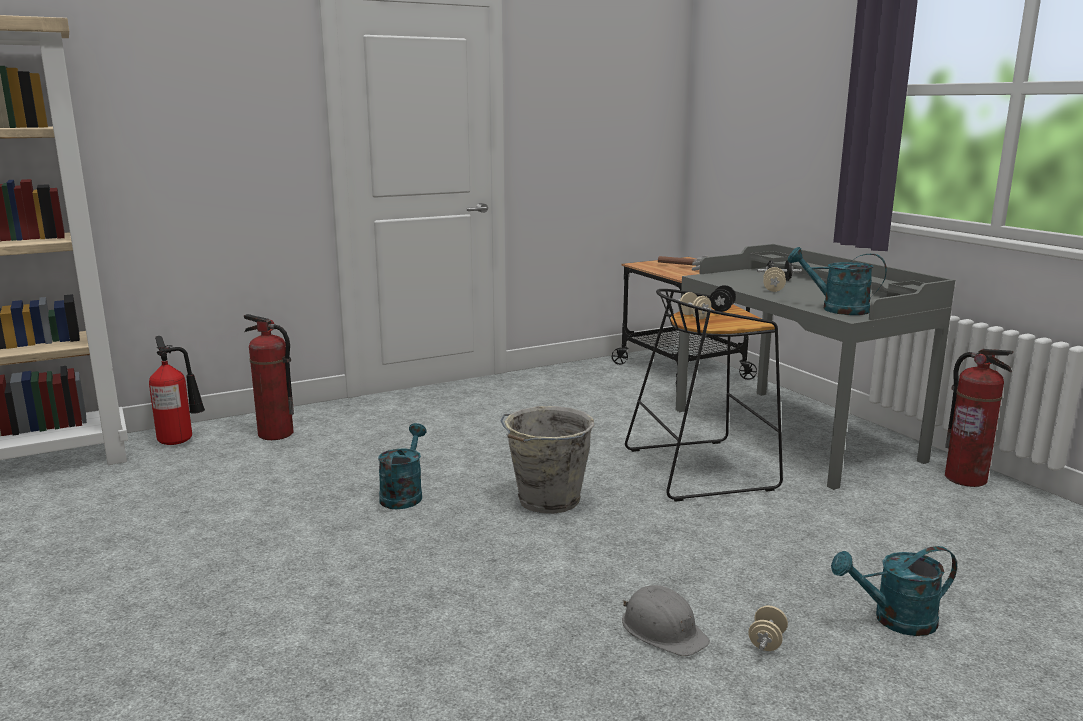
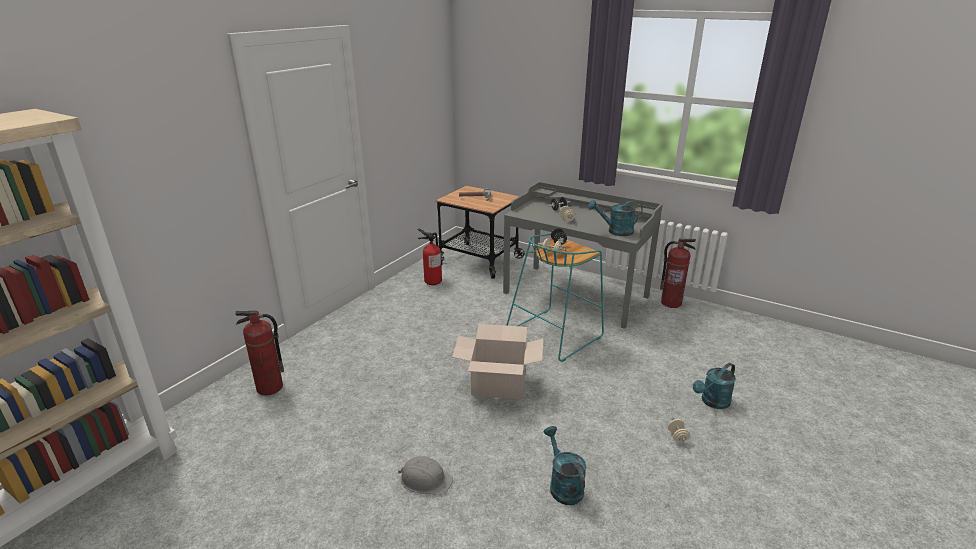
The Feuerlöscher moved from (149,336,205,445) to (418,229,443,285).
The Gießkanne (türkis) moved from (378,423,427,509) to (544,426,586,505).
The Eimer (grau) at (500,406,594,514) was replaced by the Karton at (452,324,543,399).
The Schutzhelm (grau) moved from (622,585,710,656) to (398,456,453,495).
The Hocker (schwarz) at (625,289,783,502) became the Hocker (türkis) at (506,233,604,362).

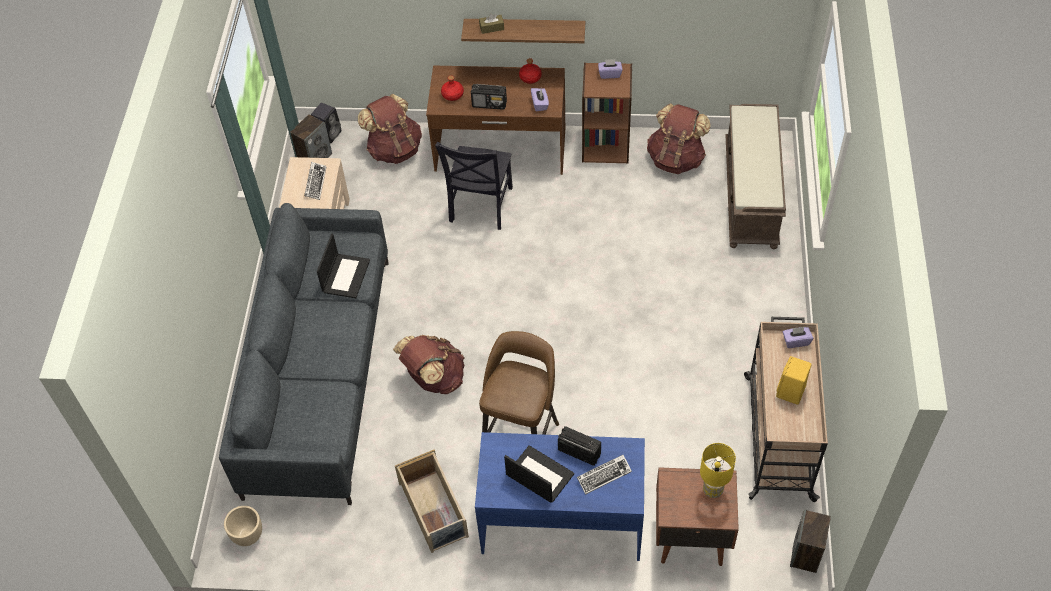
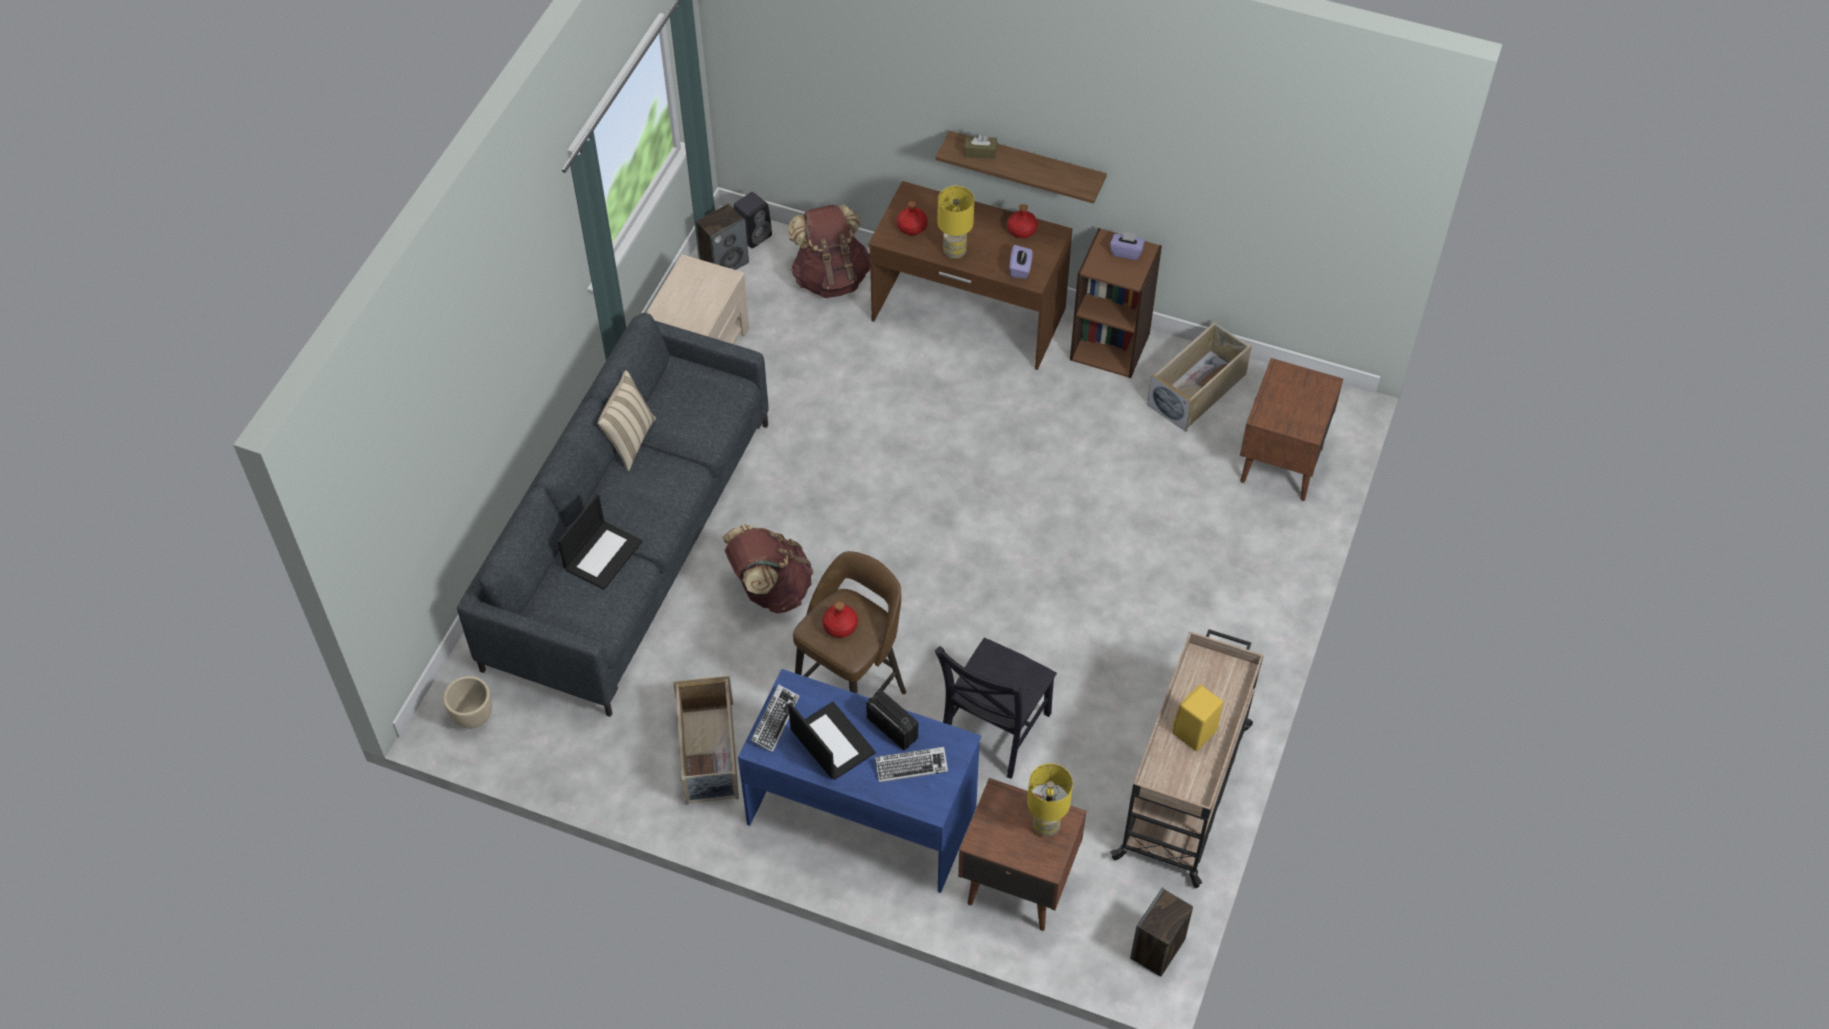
The Tastatur moved from (304,162,326,200) to (751,684,800,753).
The Laptop moved from (317,234,370,298) to (558,494,643,590).
The Stuhl (schwarz) moved from (435,142,513,230) to (935,638,1057,779).
The Radio at (471,84,507,110) was replaced by the Tischlampe (gelb) at (937,186,974,259).
The Rucksack (braun) at (647,104,711,174) was replaced by the Aufbewahrungsbox (beige) at (1147,322,1252,432).
The Bank (braun) at (725,104,786,249) was replaced by the Nachttisch (braun) at (1240,358,1343,501).
The Taschentuchbox (lila) at (783,327,813,348) disappeared.
The Kissen (beige) at (597,370,656,471) appeared.
The Flasche (rot) at (822,601,858,638) appeared.

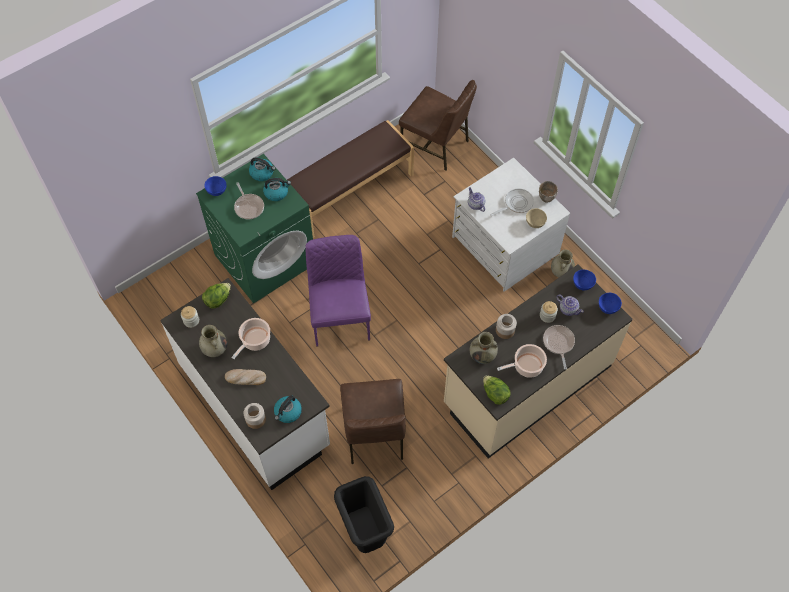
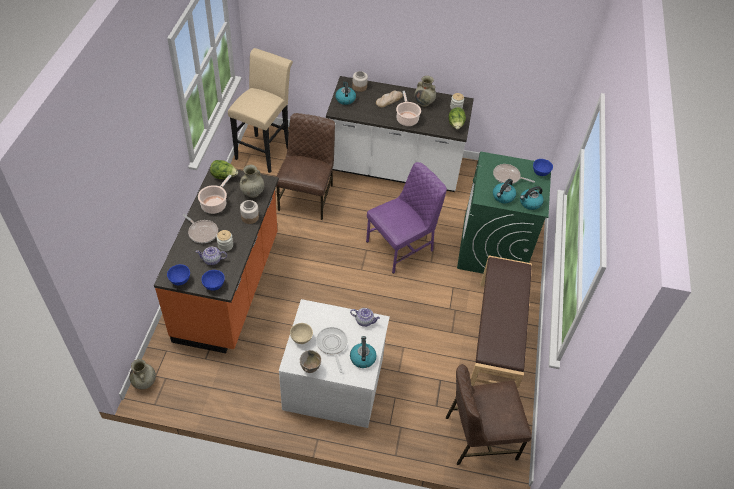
The Stuhl (lila) at (305,235,371,347) turned 75 degrees counterclockwise.
The Mülleimer (schwarz) at (334,476,394,553) was replaced by the Hocker (beige) at (228,48,293,173).
The Stuhl (braun) at (340,379,406,464) turned 60 degrees clockwise.
The Küchenzeile (beige) at (444,265,633,459) became the Küchenzeile (orange) at (154,168,279,353).
The Pfanne at (490,188,534,216) turned 150 degrees clockwise.
The Vase (beige) moved from (551,250,575,278) to (129,359,156,389).
The Wasserkessel at (350,336,377,368) appeared.

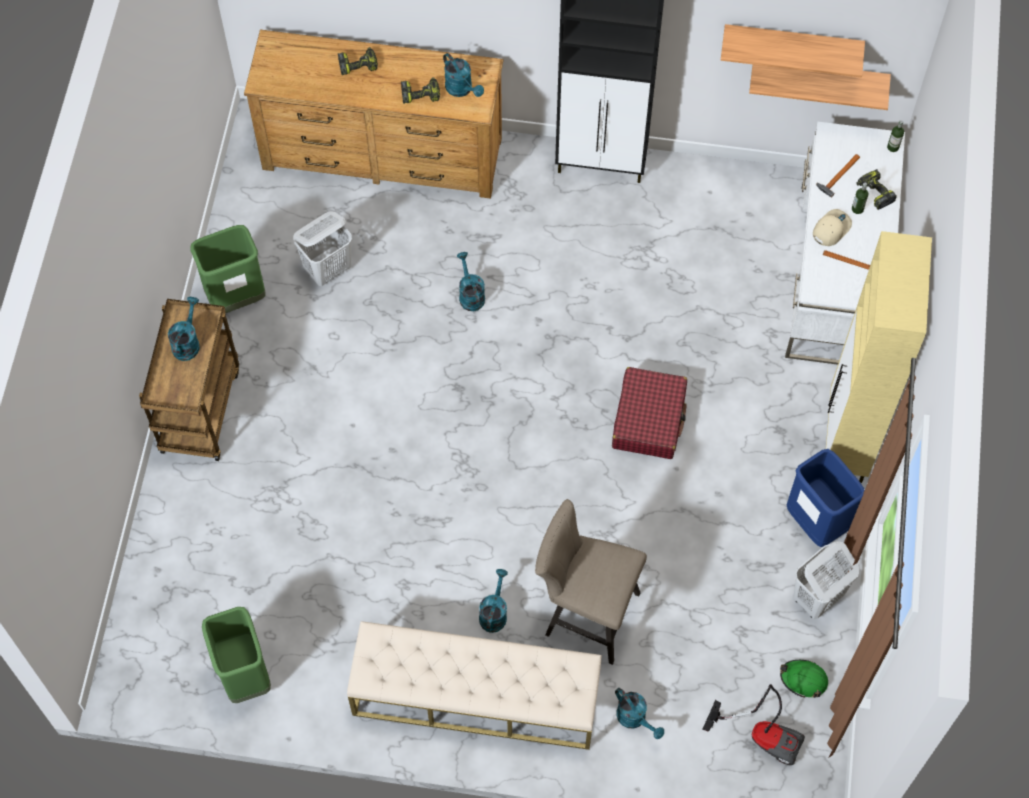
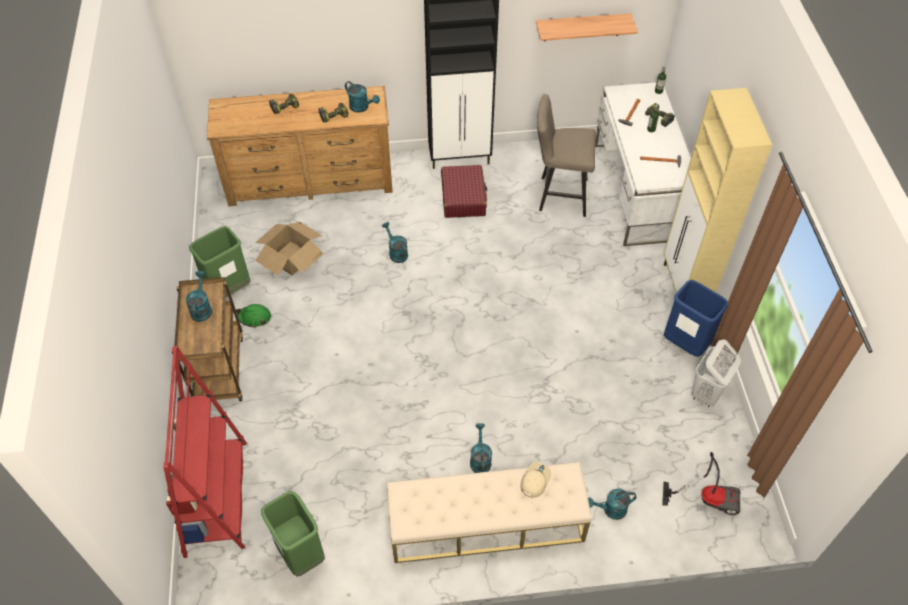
The Wäschekorb (weiß) at (293,212,352,286) was replaced by the Karton at (255,222,324,276).
The Hocker (beige) moved from (535,499,647,665) to (537,94,596,217).
The Koffer (rot) moved from (612,367,687,459) to (441,165,488,218).
The Gießkanne (türkis) at (615,688,664,739) turned 135 degrees clockwise.
The Wandregal at (749,64,891,110) disappeared.
The Schutzhelm (grün) moved from (780,660,828,698) to (236,304,271,328).
The Kappe (beige) moved from (813,209,852,246) to (521,462,551,498).
The Bücherregal (rot) at (163,346,247,558) appeared.

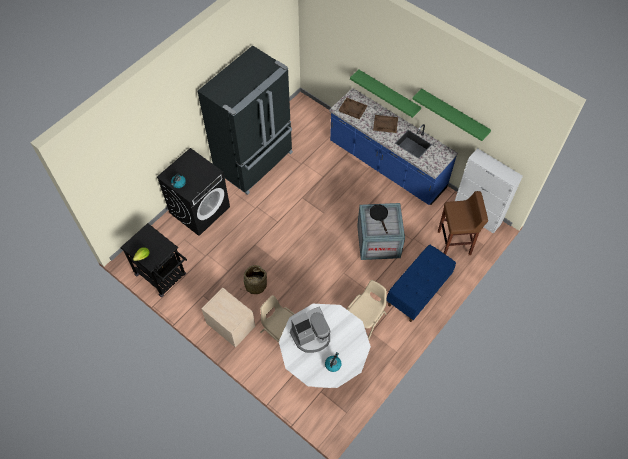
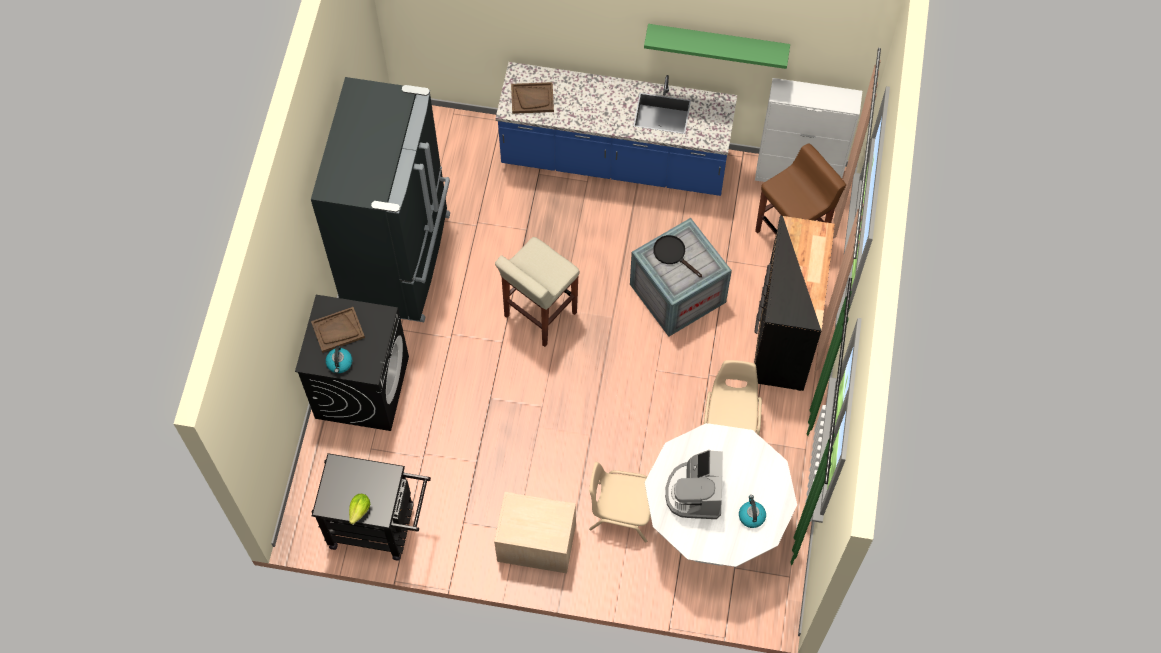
The Korb at (242,265,267,294) disappeared.
The Kaffeemaschine at (290,307,330,353) turned 150 degrees clockwise.
The Wandregal (grün) at (350,70,422,118) disappeared.
The Tablett (braun) moved from (373,115,398,133) to (311,307,365,353).
The Bank (blau) at (386,244,456,322) was replaced by the Kommode (schwarz) at (754,216,835,391).
The Hocker (beige) at (495,237,580,347) appeared.

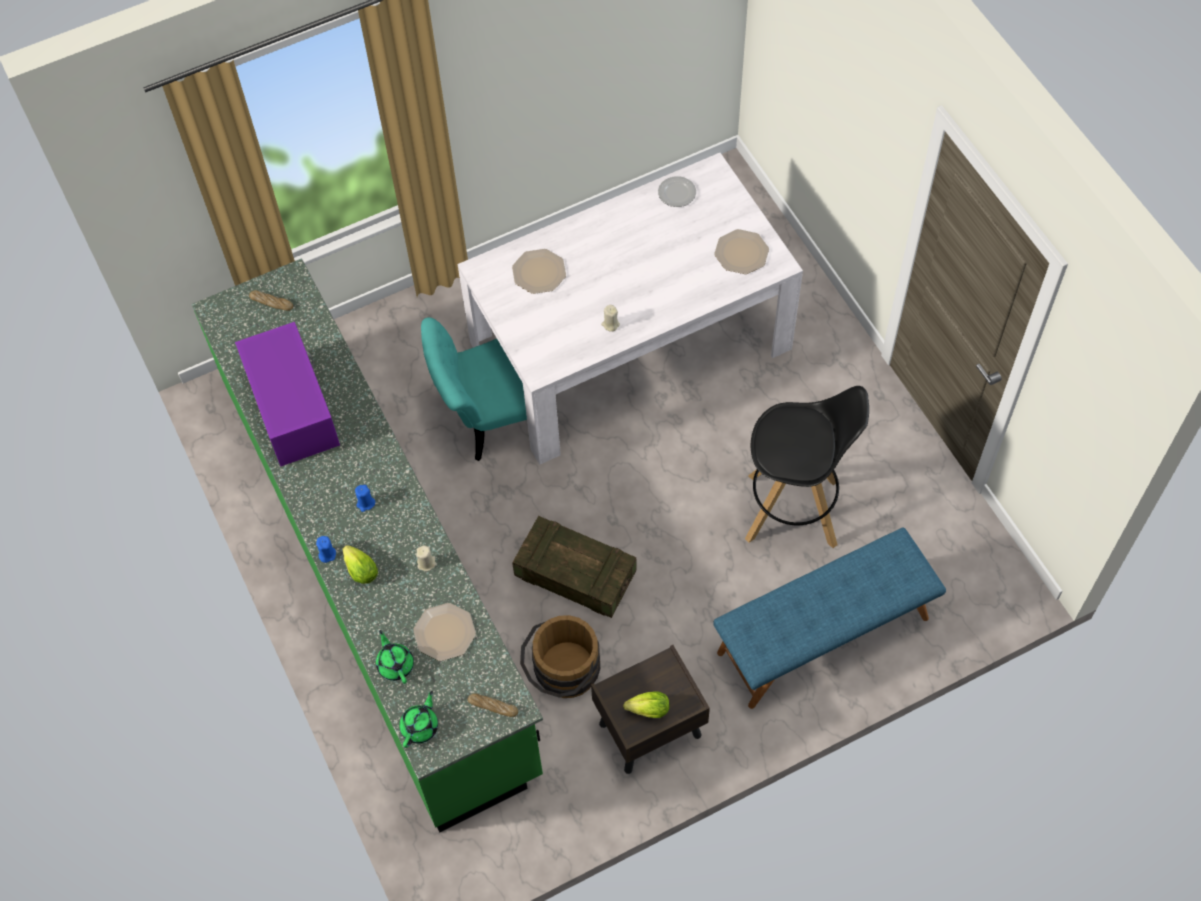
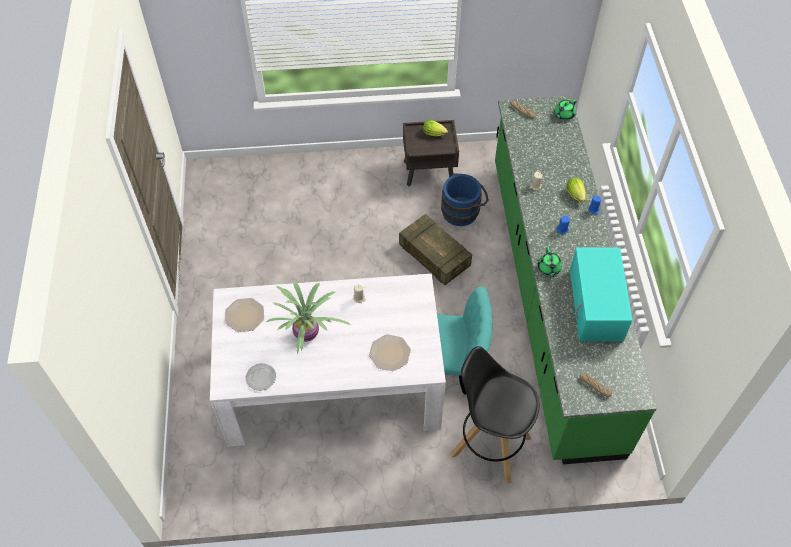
The Mikrowelle (lila) at (235,322,340,466) became the Mikrowelle (türkis) at (570,247,633,341).
The Teekanne (grün) moved from (376,630,414,684) to (538,247,562,277).
The Teller at (413,603,476,661) disappeared.
The Eimer (braun) at (520,615,600,698) became the Eimer (blau) at (441,173,489,226).
The Bank (blau) at (713,527,946,709) disappeared.
The Hocker (schwarz) moved from (745,386,869,548) to (450,346,539,484).
The Topfpflanze at (266,282,351,355) appeared.

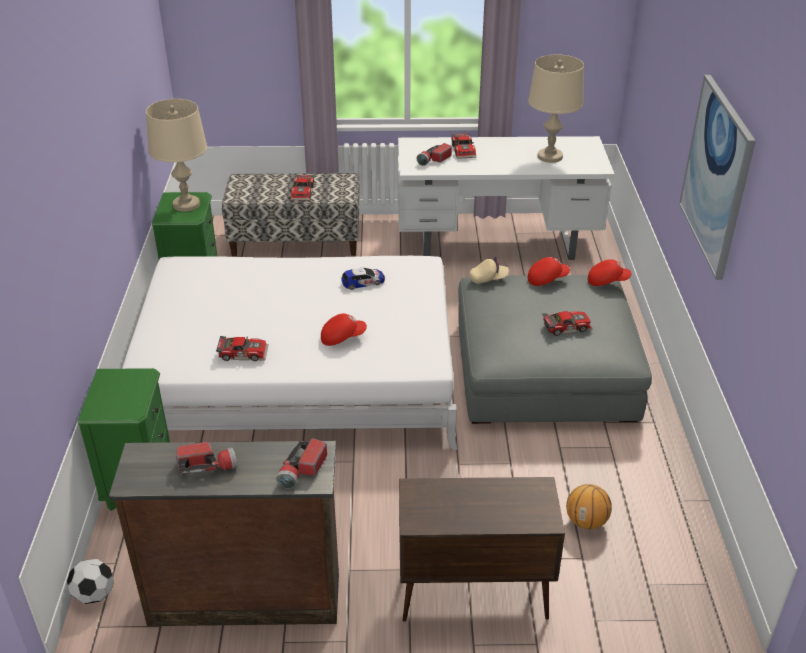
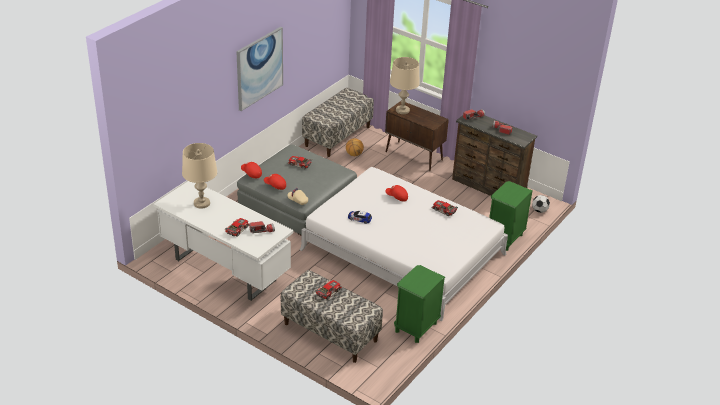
The Tischlampe (beige) moved from (146,99,207,212) to (390,57,420,114).
The Bank at (302,88,374,157) appeared.

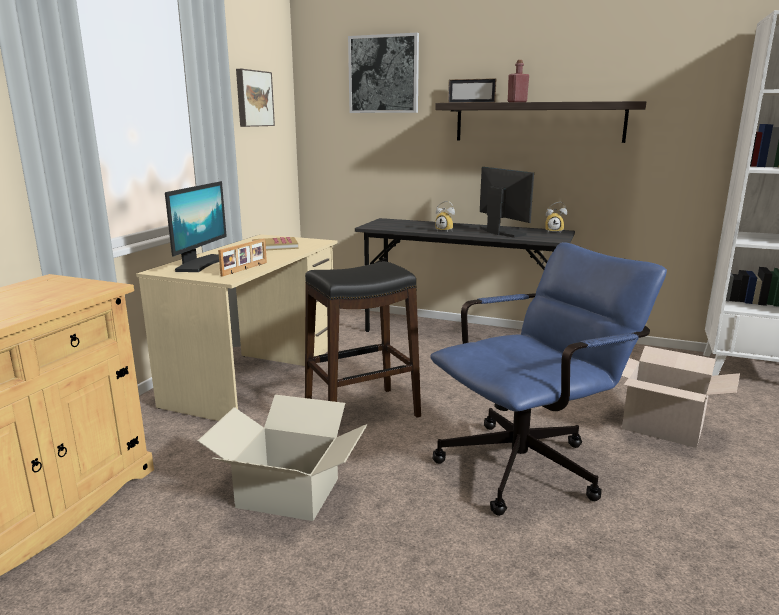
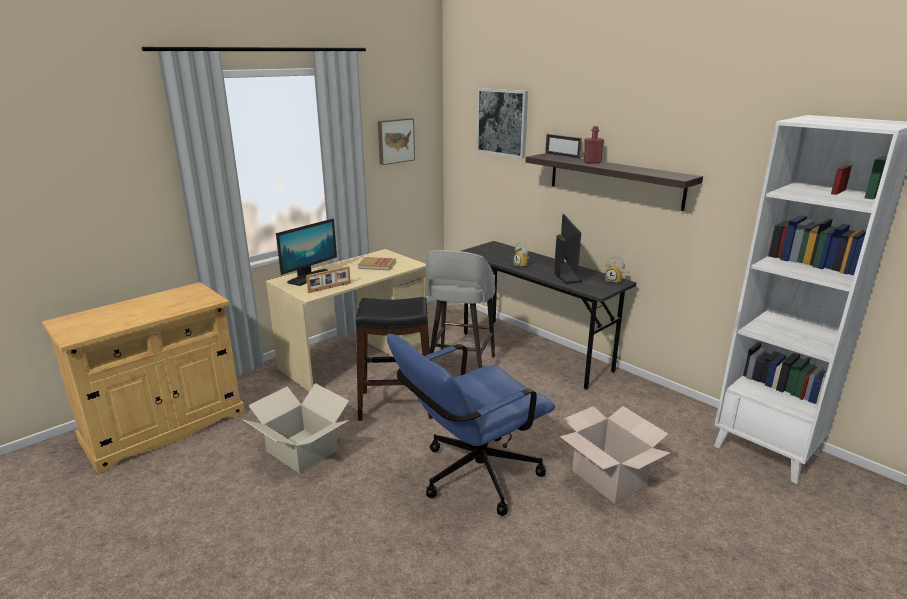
The Bürostuhl (blau) at (430,242,667,516) turned 150 degrees clockwise.
The Hocker (grau) at (426,250,495,369) appeared.

